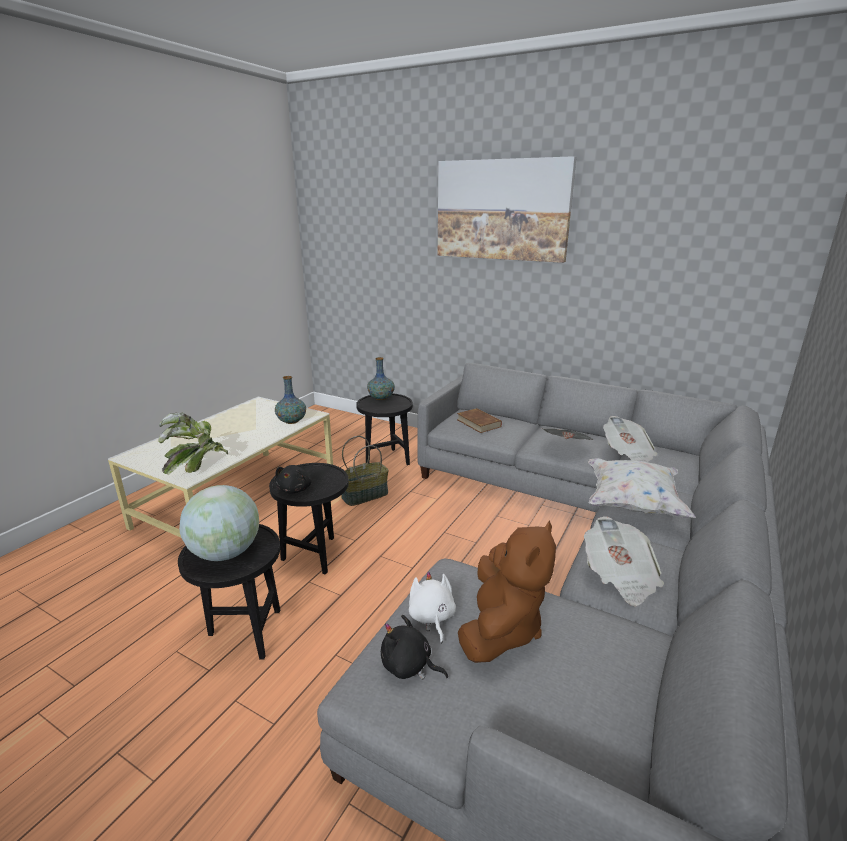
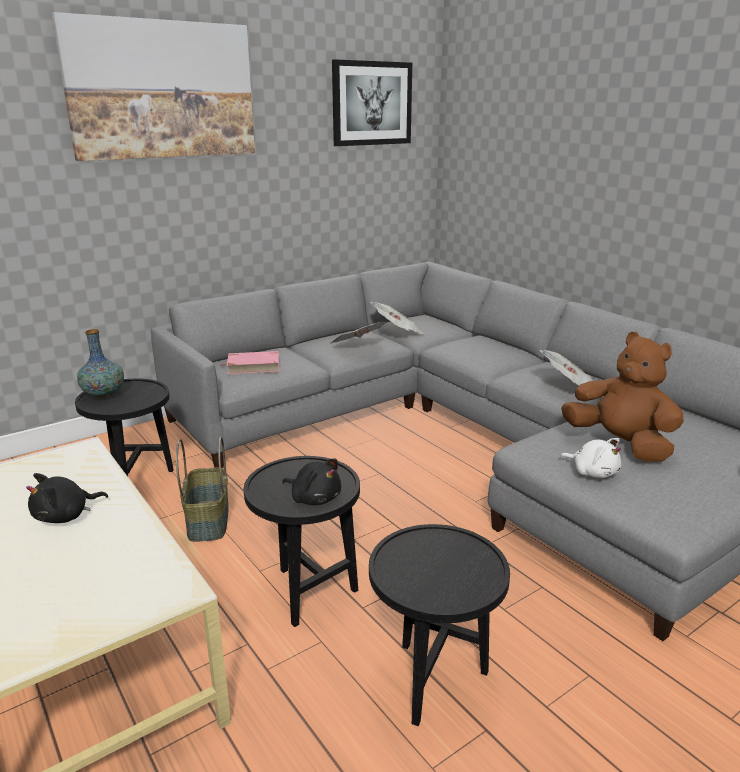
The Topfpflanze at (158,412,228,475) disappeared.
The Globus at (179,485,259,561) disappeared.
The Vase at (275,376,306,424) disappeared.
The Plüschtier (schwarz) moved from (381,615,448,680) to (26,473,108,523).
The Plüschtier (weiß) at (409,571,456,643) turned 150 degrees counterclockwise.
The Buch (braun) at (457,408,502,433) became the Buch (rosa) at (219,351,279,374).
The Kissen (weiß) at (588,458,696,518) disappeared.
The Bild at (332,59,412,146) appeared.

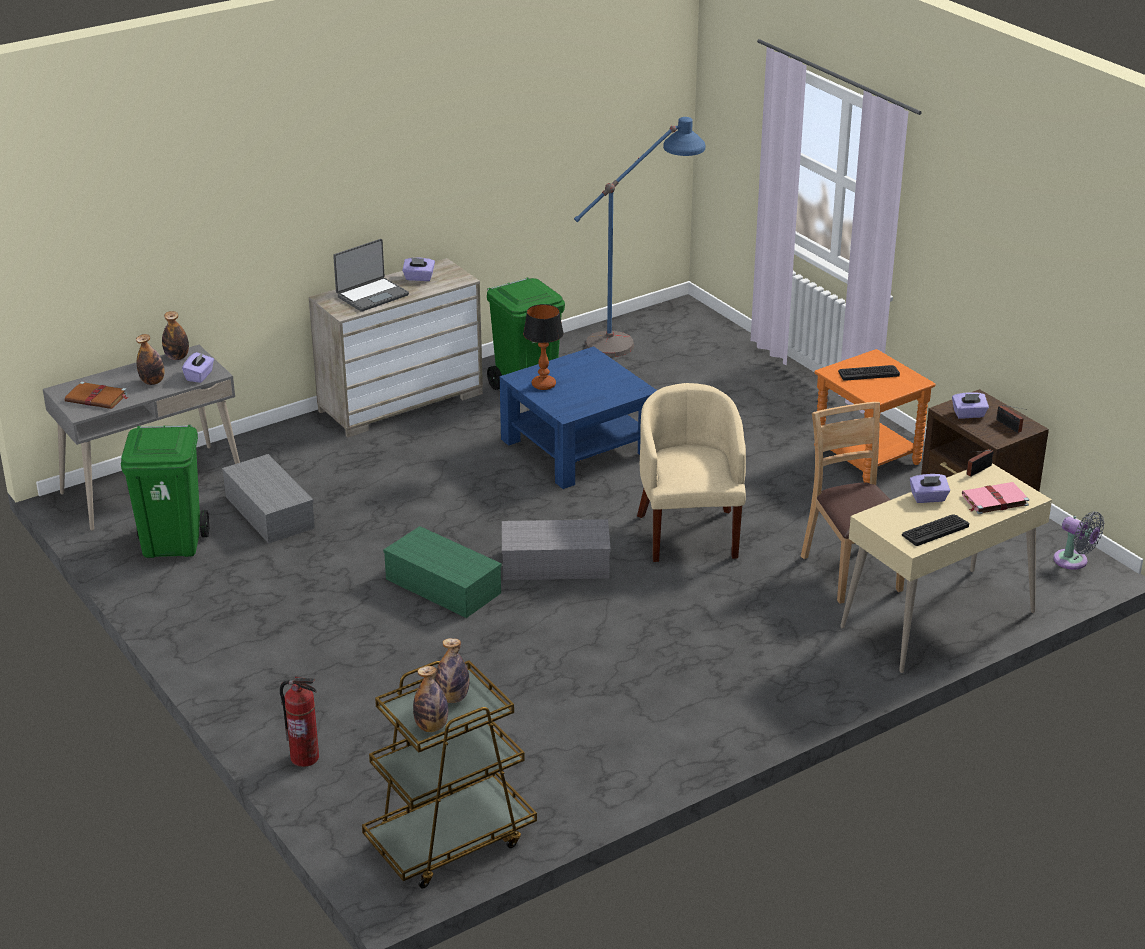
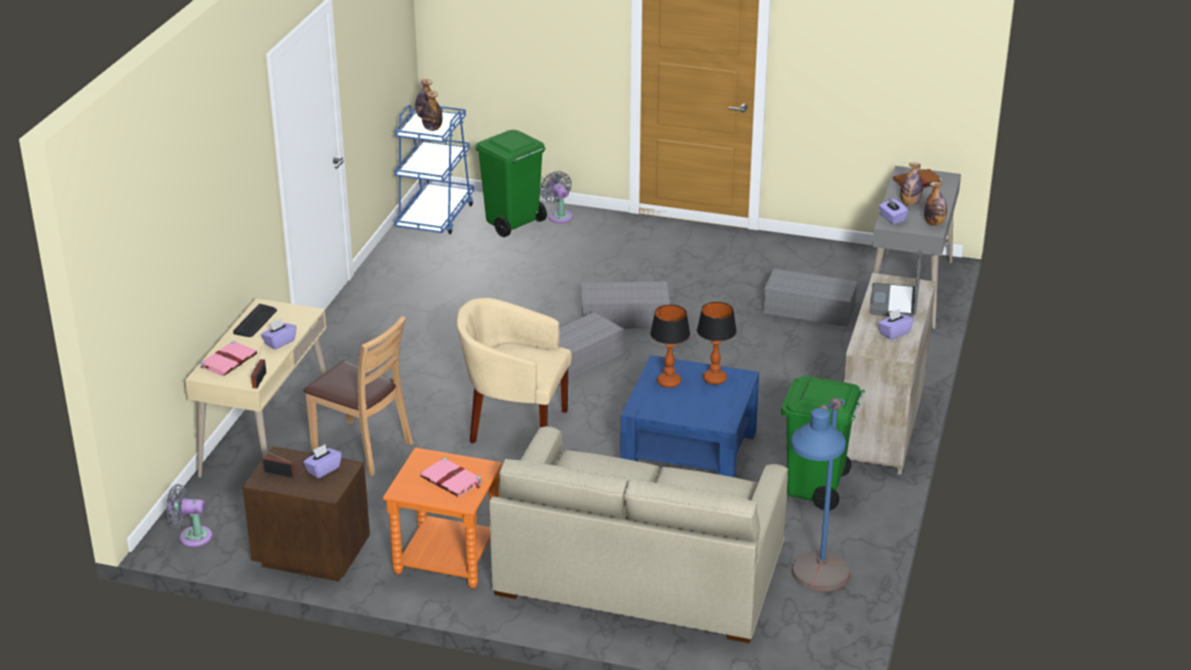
The Mülleimer (grün) moved from (121,425,209,558) to (475,130,547,237).
The Feuerlöscher at (280,677,319,767) was replaced by the Ventilator (grau) at (540,171,573,223).
The Rollwagen (braun) at (362,660,537,889) became the Rollwagen (blau) at (394,105,474,234).
The Aufbewahrungsbox (grün) at (383,526,502,618) became the Aufbewahrungsbox (grau) at (581,281,670,329).
The Sessel (beige) at (637,383,746,562) turned 150 degrees clockwise.
The Tastatur at (838,365,900,381) was replaced by the Buch (rosa) at (420,457,482,497).
The Sofa (beige) at (490,426,788,643) appeared.
The Tischlampe at (650,305,690,388) appeared.

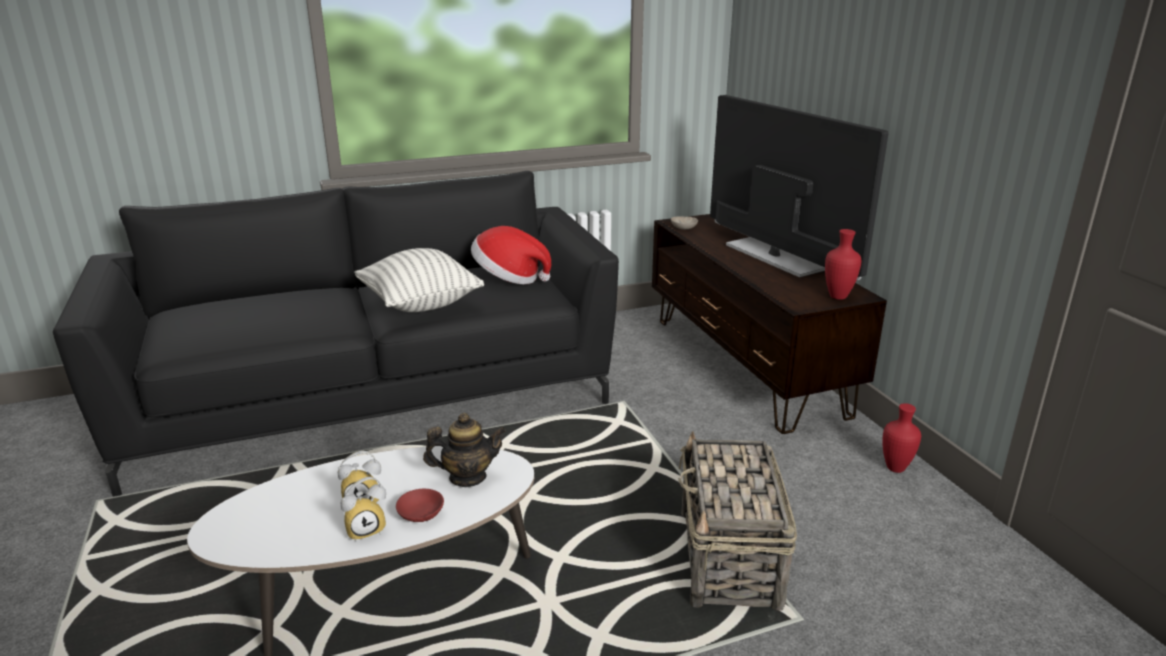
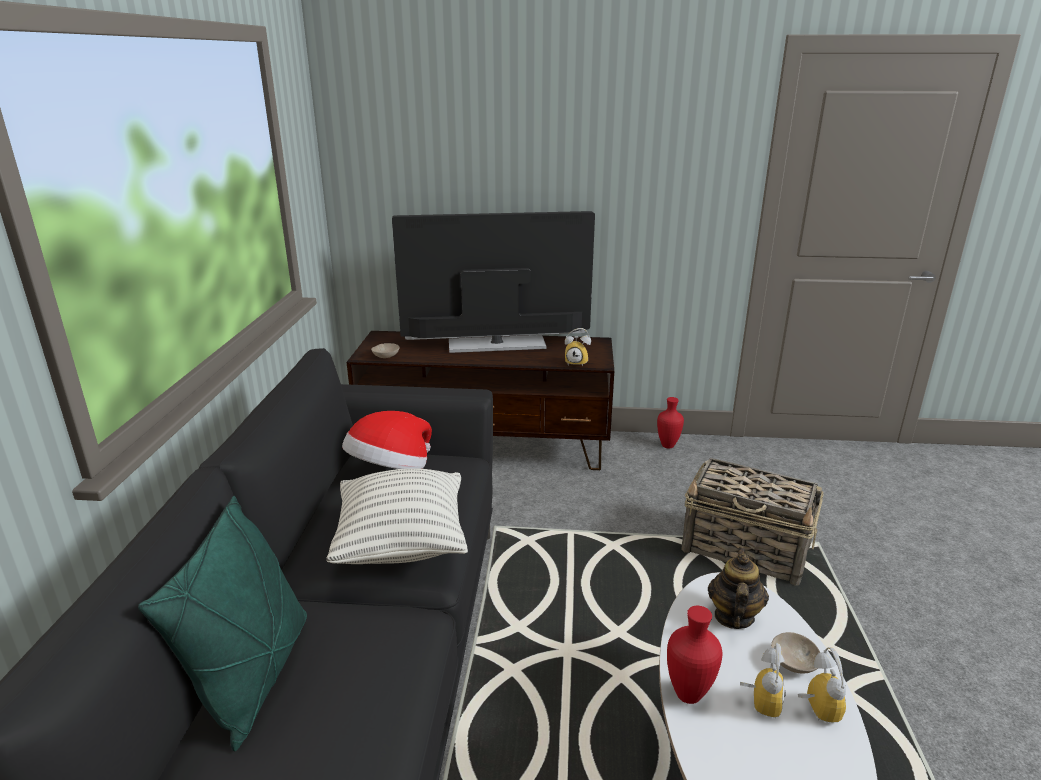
The Schüssel (rot) at (396,489,444,522) became the Schüssel (beige) at (771,632,821,673).
The Vase (rot) moved from (825,229,862,300) to (667,606,722,704).
The Kissen (grün) at (138,496,307,751) appeared.
The Wecker at (565,328,591,367) appeared.

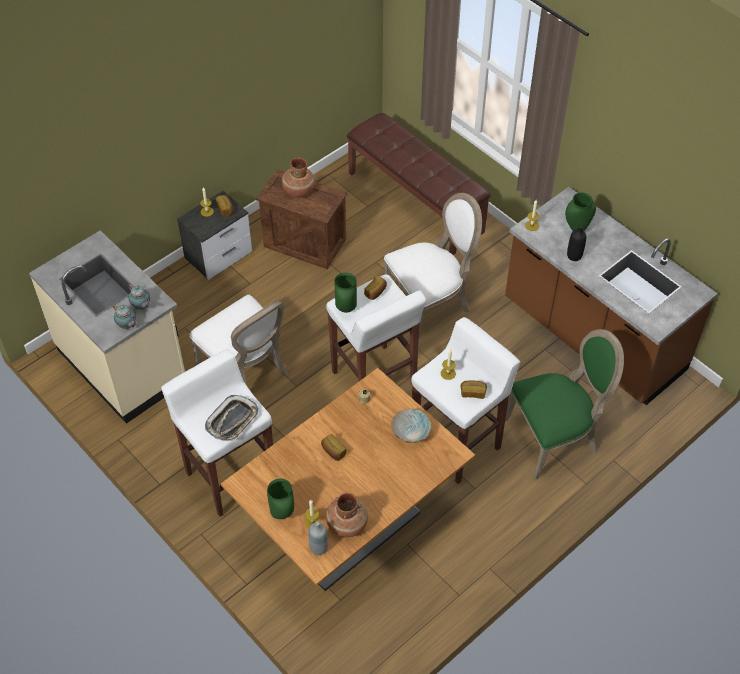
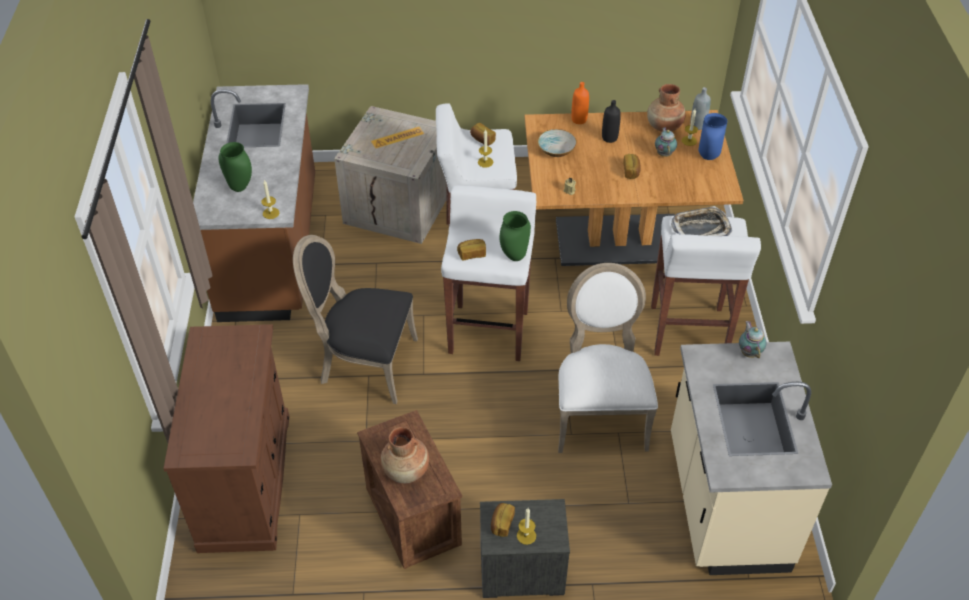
The Teekanne moved from (129,283,150,309) to (655,128,677,157).
The Vase (grün) at (267,478,294,519) became the Vase (blau) at (698,113,727,160).
The Bank (braun) at (347,113,491,255) was replaced by the Schrank (braun) at (163,324,289,553).
The Stuhl (weiß) at (384,193,482,337) became the Stuhl (schwarz) at (293,235,418,404).
The Stuhl (grün) at (505,329,624,480) was replaced by the Kiste at (334,106,447,244).
The Flasche (schwarz) moved from (567,225,586,261) to (602,100,621,143).
The Flasche (orange) at (571,82,589,124) appeared.

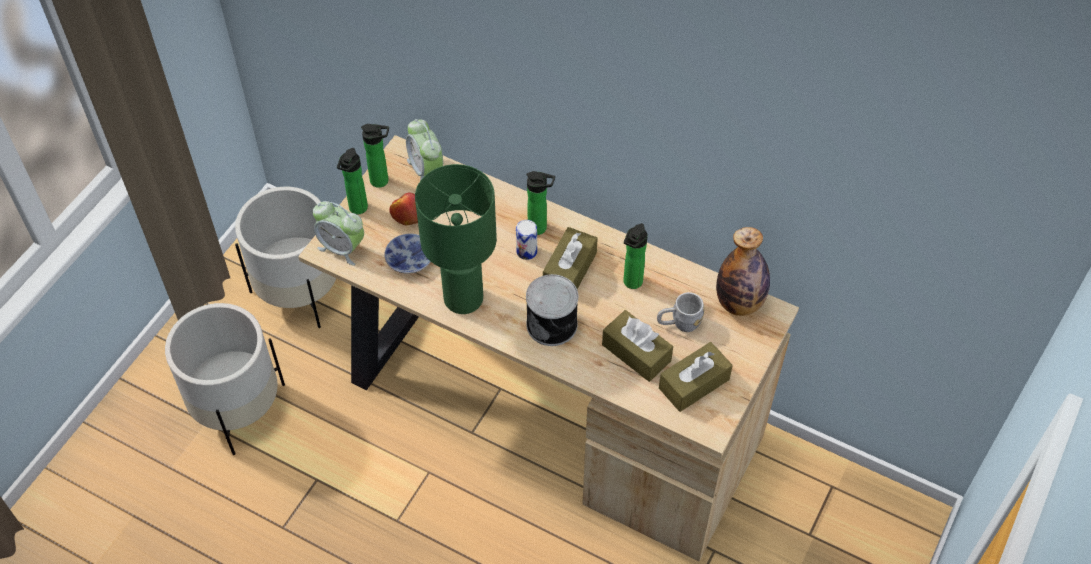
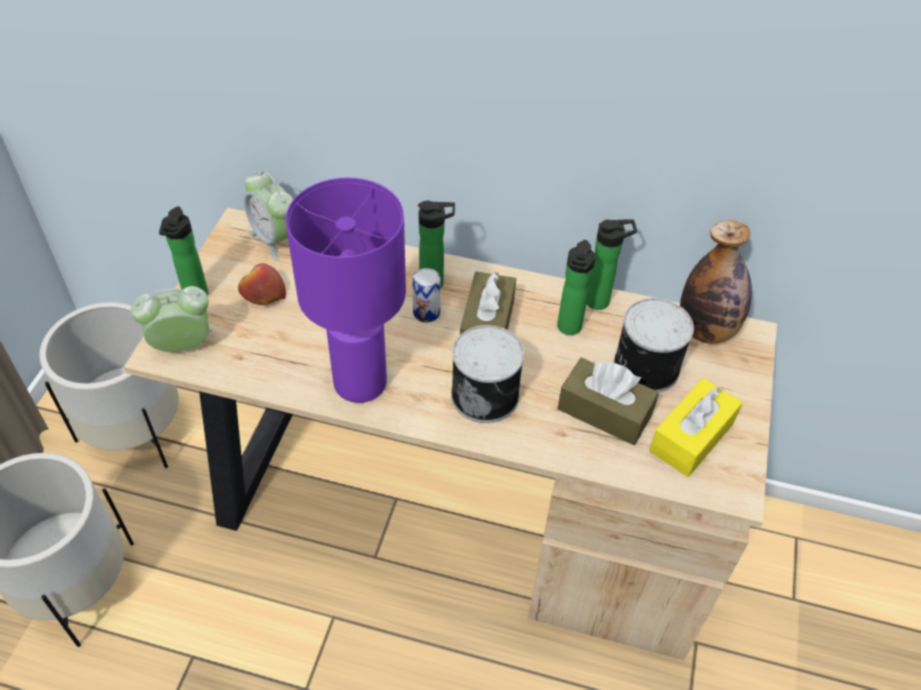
The Wecker at (313,201,364,266) turned 150 degrees clockwise.
The Flasche moved from (361,124,389,188) to (587,219,637,310).
The Schüssel at (384,233,431,274) disappeared.
The Tischlampe (grün) at (415,164,497,314) became the Tischlampe (lila) at (286,178,406,403).
The Henkelbecher (grau) at (657,292,705,332) was replaced by the Dose at (613,298,694,393).
The Taschentuchbox (braun) at (659,342,733,412) became the Taschentuchbox (gelb) at (649,378,742,477).

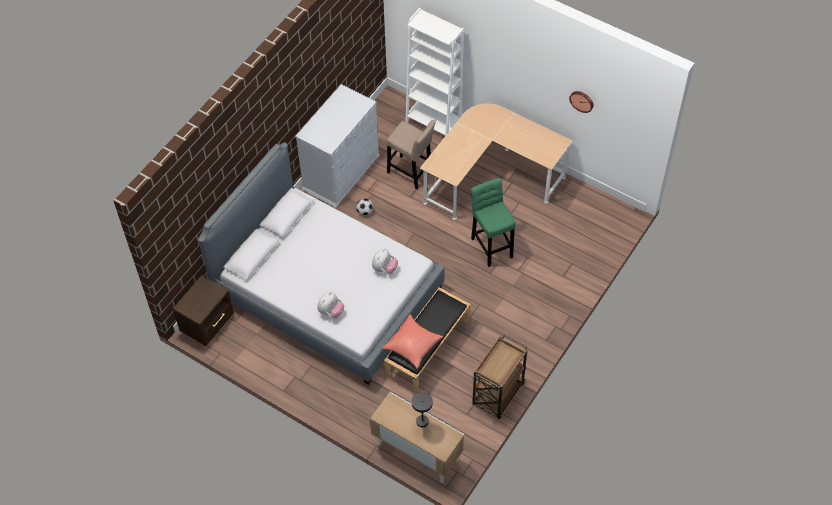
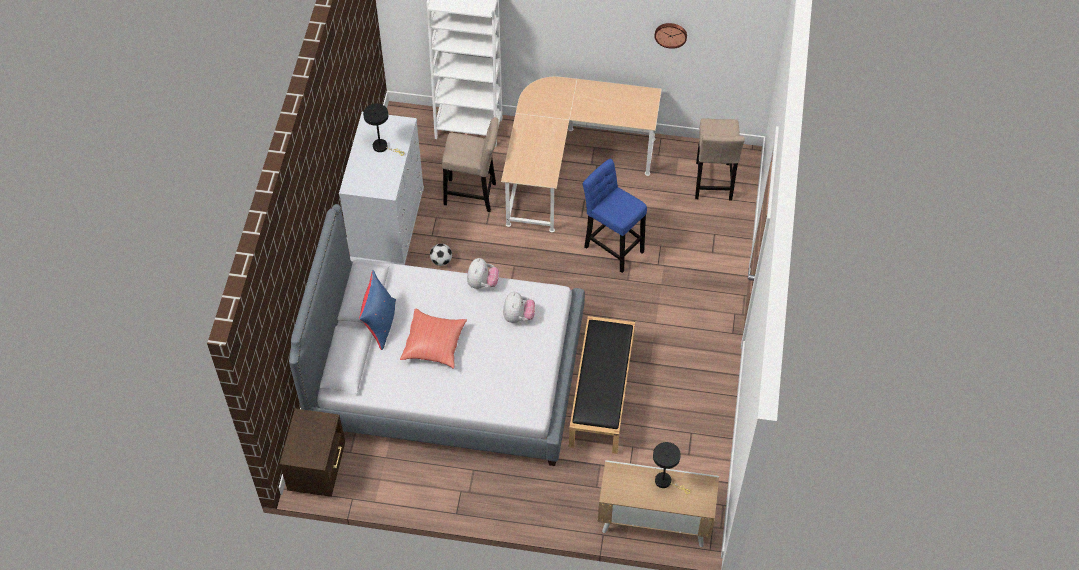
The Plüschtier moved from (317,292,344,318) to (467,258,499,289).
The Kissen (rot) moved from (382,315,443,369) to (400,309,467,369).
The Hocker (grün) at (471,178,516,267) became the Hocker (blau) at (582,159,647,273).
The Rollwagen (braun) at (472,334,528,419) disappeared.
The Kissen (blau) at (359,270,396,350) appeared.
The Tischlampe (schwarz) at (363,103,404,156) appeared.
The Hocker (beige) at (695,118,745,201) appeared.

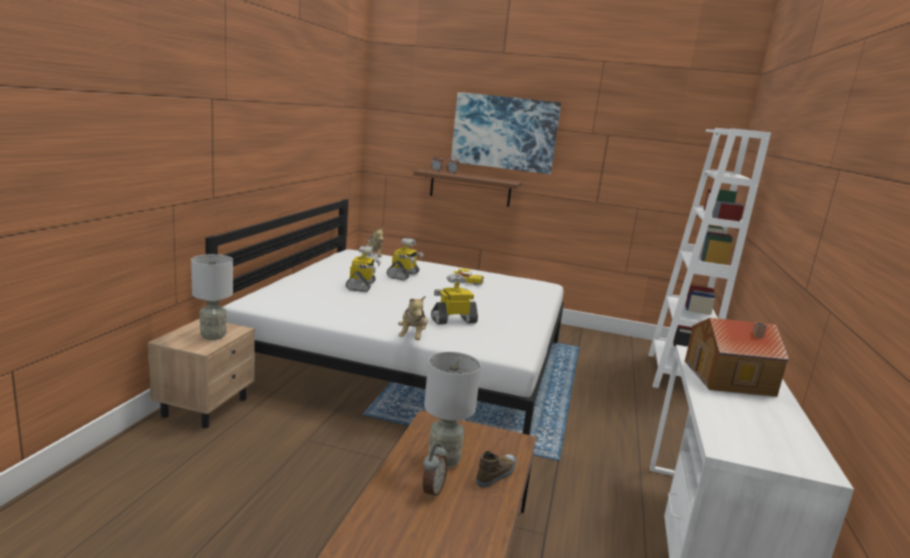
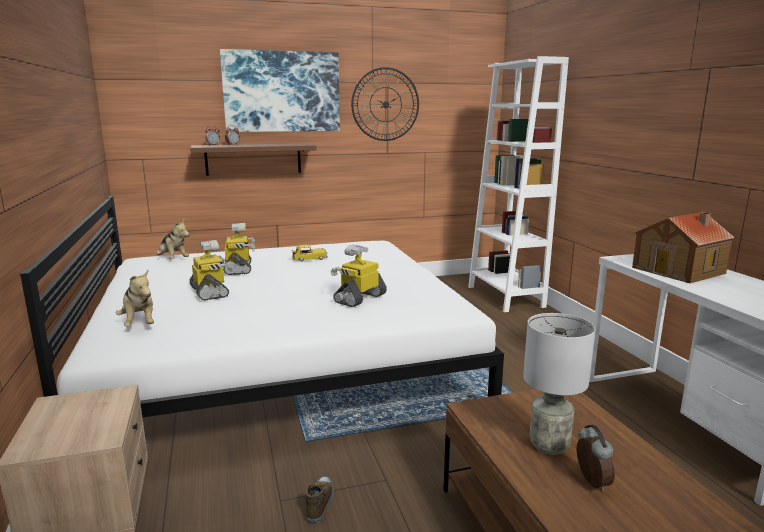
The Tischlampe (grau) at (191,254,233,340) disappeared.
The Plüschtier moved from (398,295,428,340) to (116,270,154,327).
The Schuh moved from (476,451,516,488) to (305,476,334,524).
The Wanduhr at (351,67,419,141) appeared.

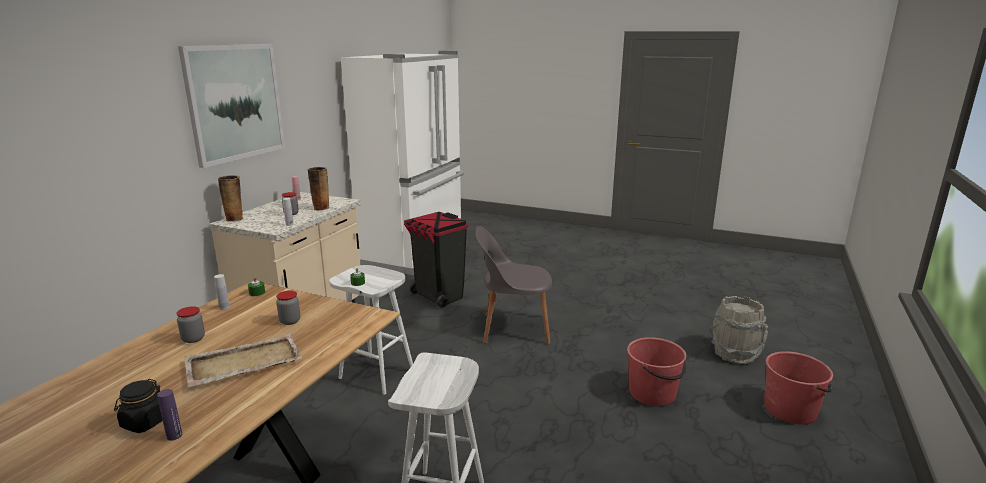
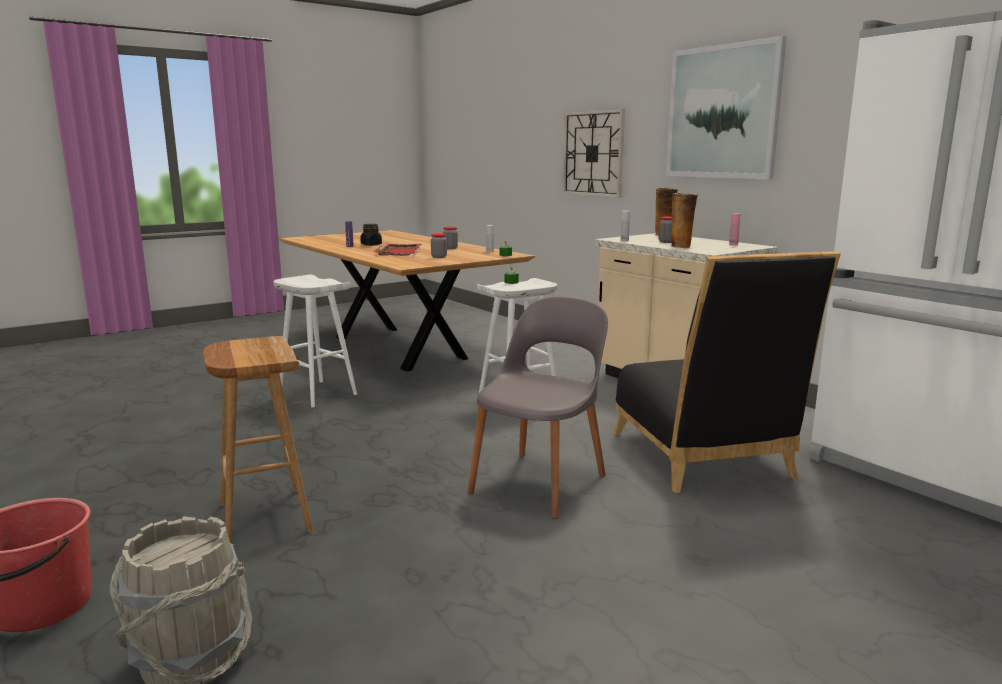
The Tablett (beige) at (184,334,302,387) became the Tablett (rot) at (373,243,422,256).
The Mülleimer (schwarz) at (404,212,468,308) was replaced by the Stuhl (schwarz) at (613,251,841,493).
The Eimer (rot) at (627,337,687,406) was replaced by the Hocker (braun) at (203,336,313,543).
The Wanduhr at (563,109,625,198) appeared.

